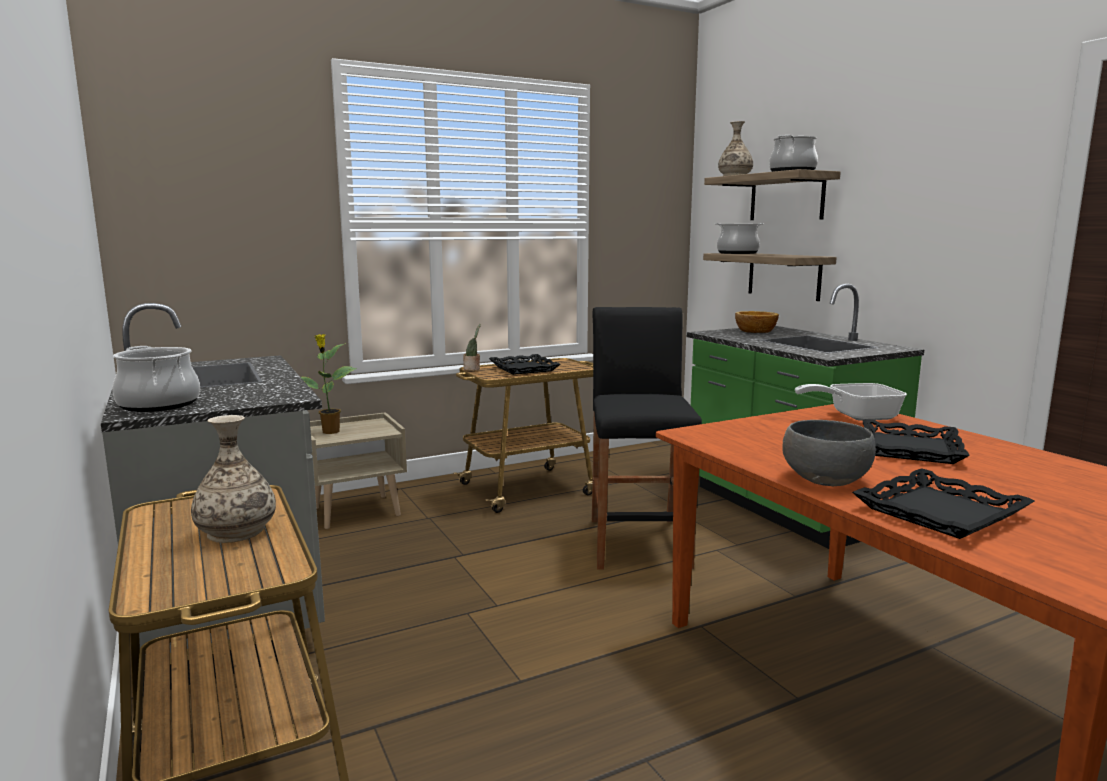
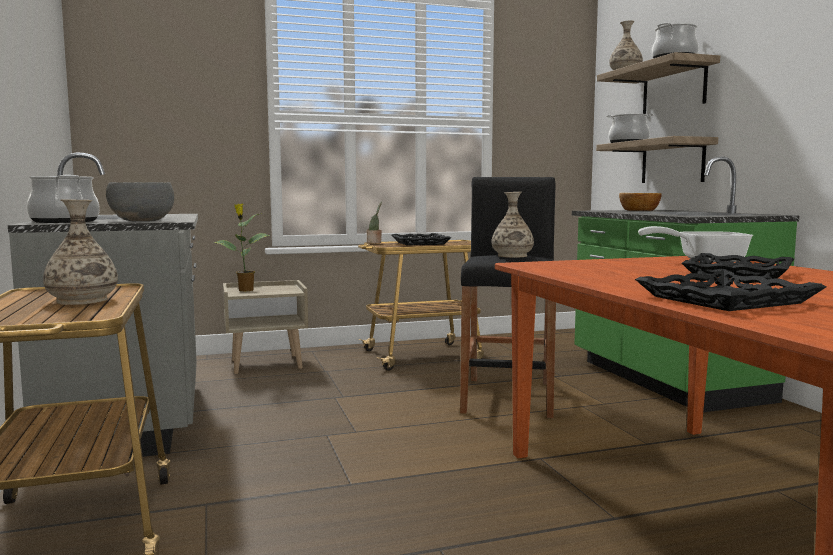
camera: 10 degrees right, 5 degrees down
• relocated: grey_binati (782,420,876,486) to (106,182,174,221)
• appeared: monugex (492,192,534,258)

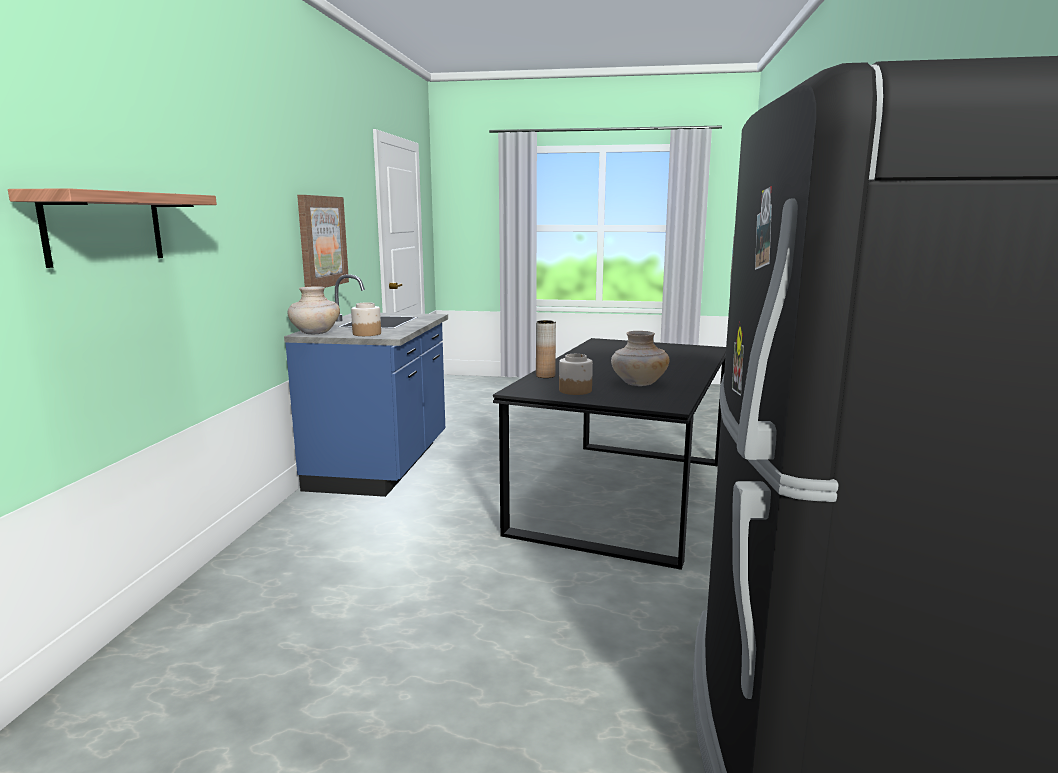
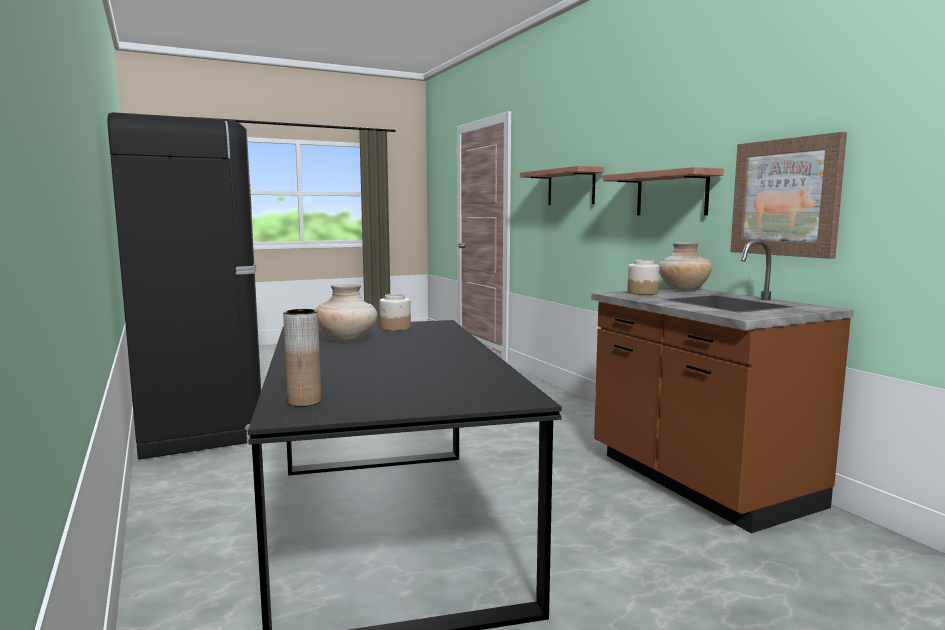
camera: 145 degrees right, 5 degrees down
• colour: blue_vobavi (284,274,448,497) to brown_vobavi (591,240,854,533)
• relocated: brown_monugex (536,320,556,378) to (283,309,321,407)
• appeared: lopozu (603,167,724,215)

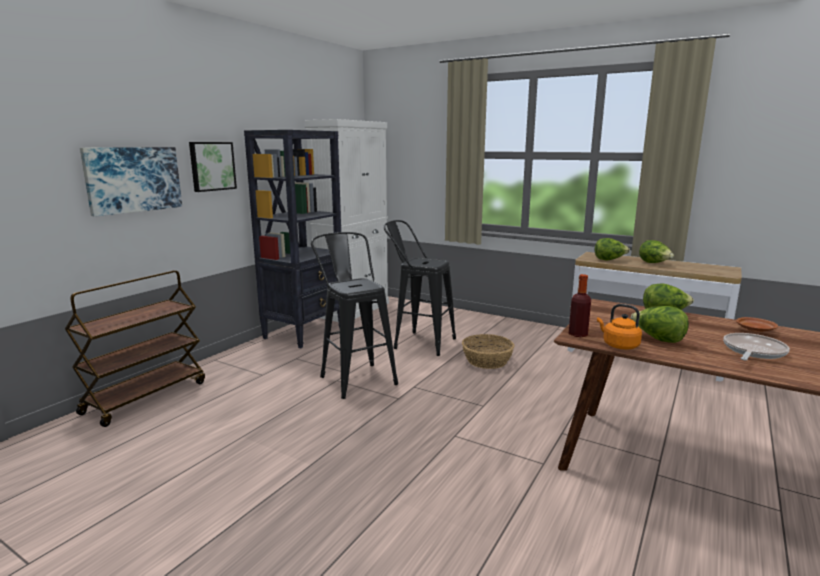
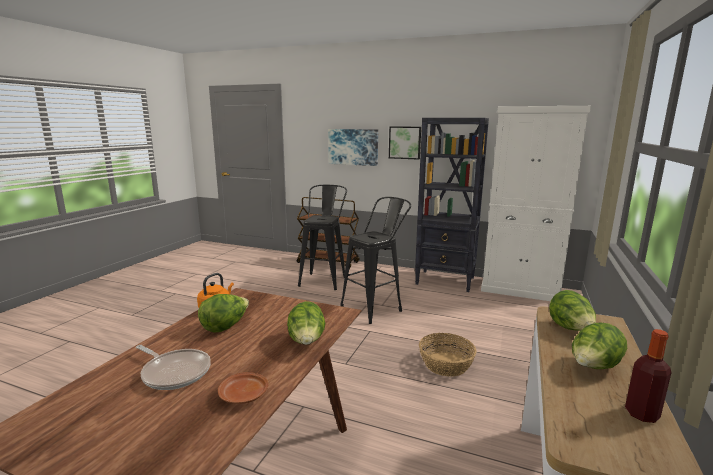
camera: 80 degrees right, 0 degrees up
• relocated: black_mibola (383,220,456,356) to (298,185,347,290)
• relocated: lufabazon (569,274,591,337) to (625,329,672,423)

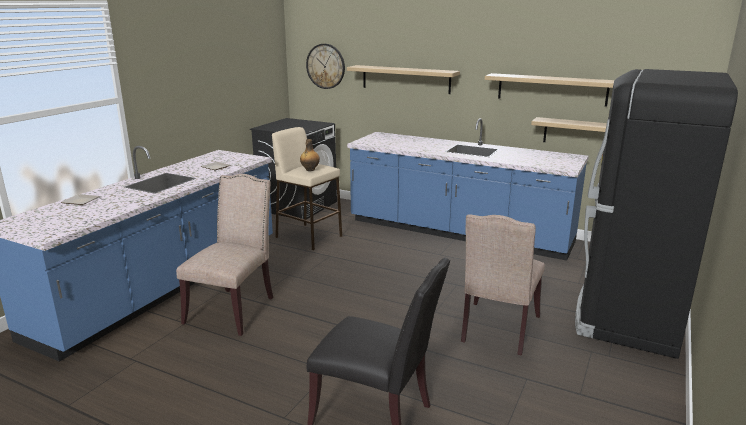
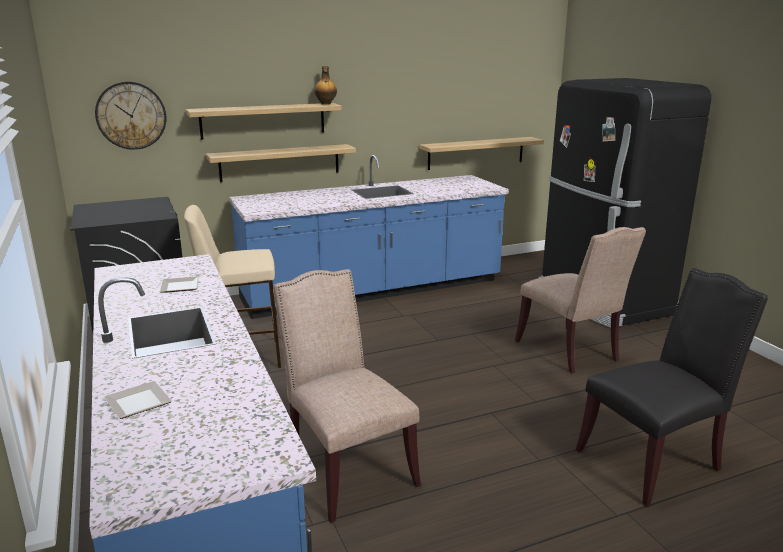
camera: 50 degrees left, 0 degrees up
• relocated: lufabazon (300,139,320,171) to (314,66,337,105)
• relocated: lopozu (485,73,615,107) to (206,144,356,182)

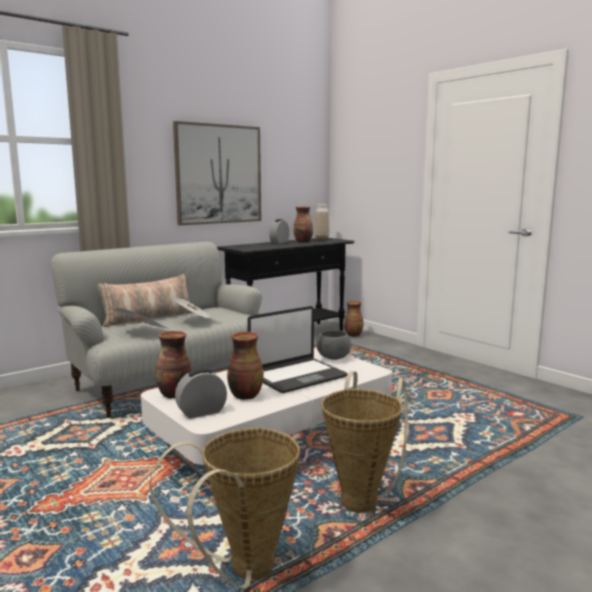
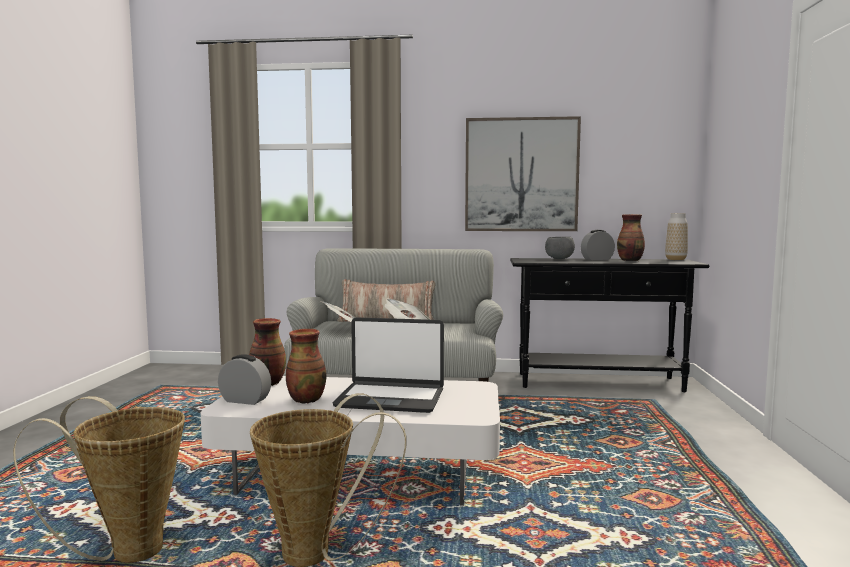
camera: 45 degrees right, 5 degrees down
• relocated: grey_binati (316,330,351,360) to (545,237,575,259)
• missing: monugex (344,301,364,337)

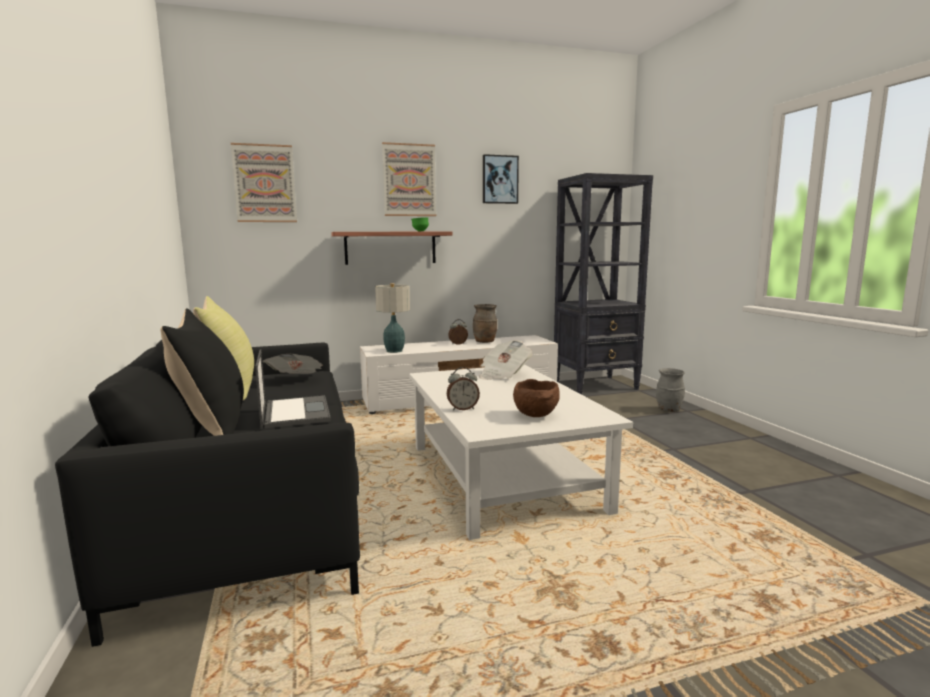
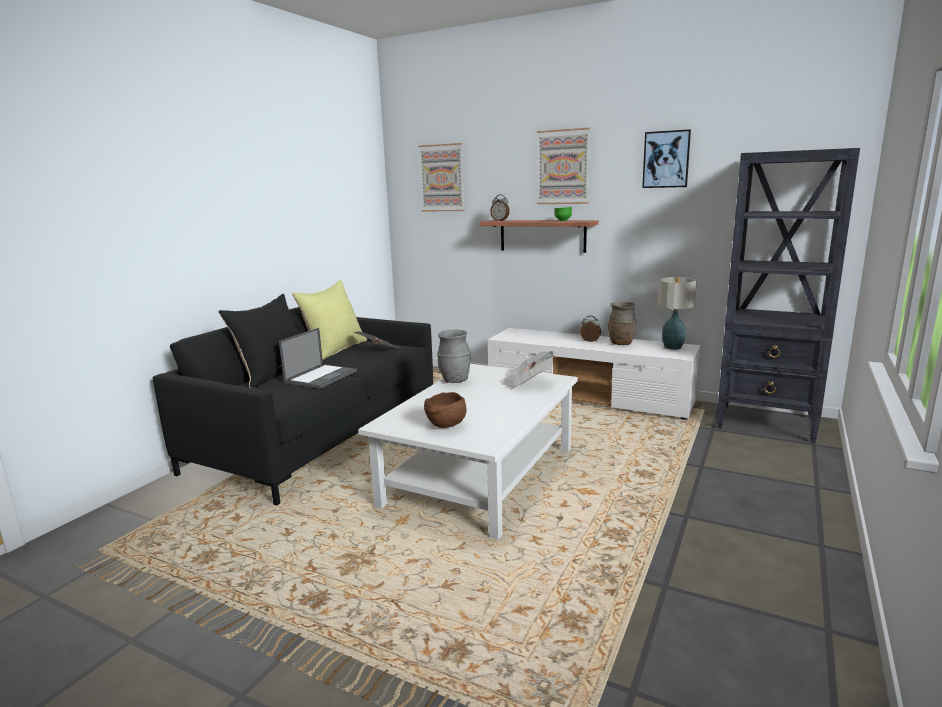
camera: 45 degrees right, 5 degrees up
• relocated: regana (375,283,410,353) to (657,277,697,350)
• relocated: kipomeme (447,367,480,410) to (490,195,510,221)
• relocated: grey_monugex (656,368,685,412) to (437,329,471,383)

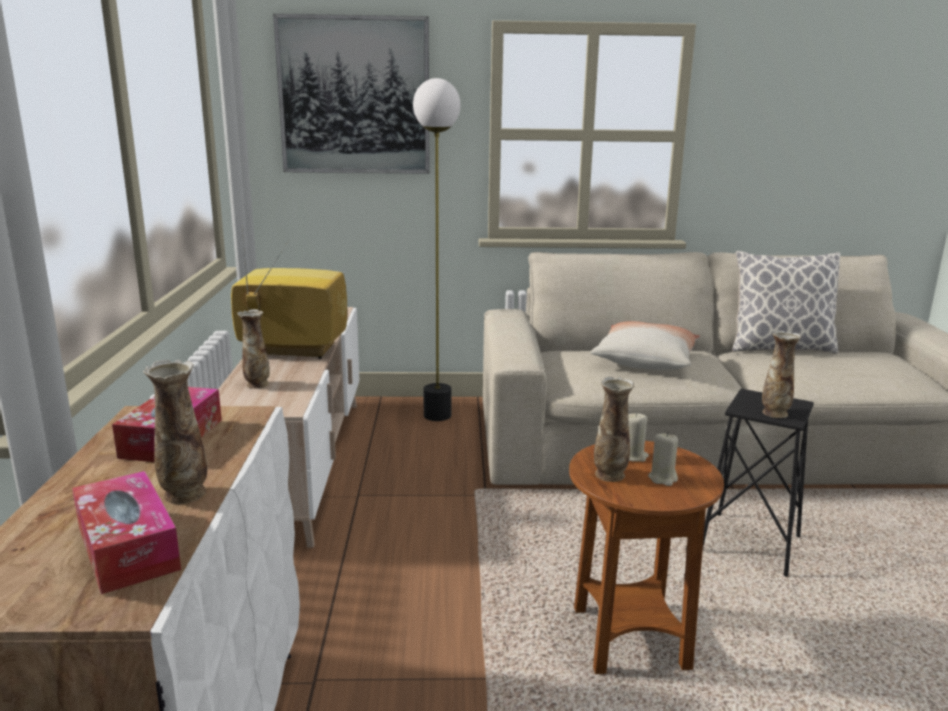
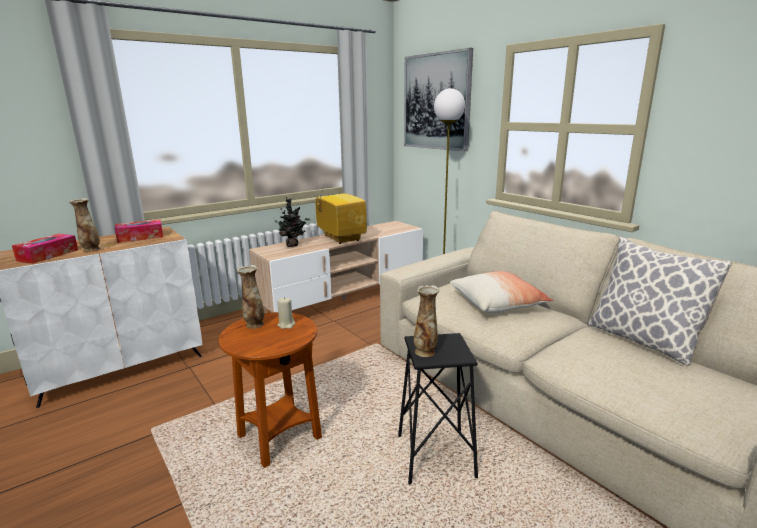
camera: 55 degrees right, 0 degrees up
• exchanged: monugex (237,309,270,389) to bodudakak (272,197,310,247)
• missing: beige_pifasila (648,432,678,486)

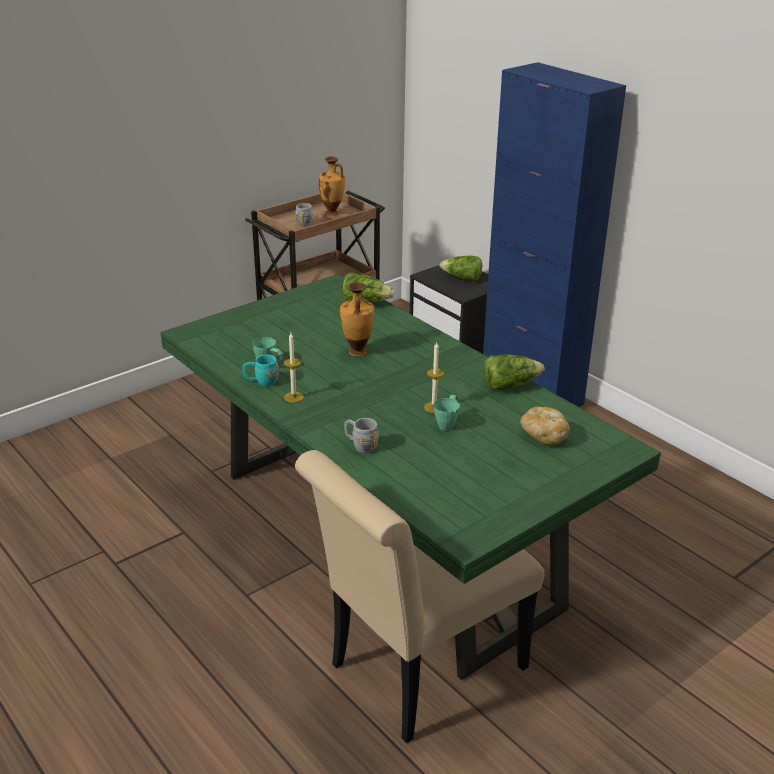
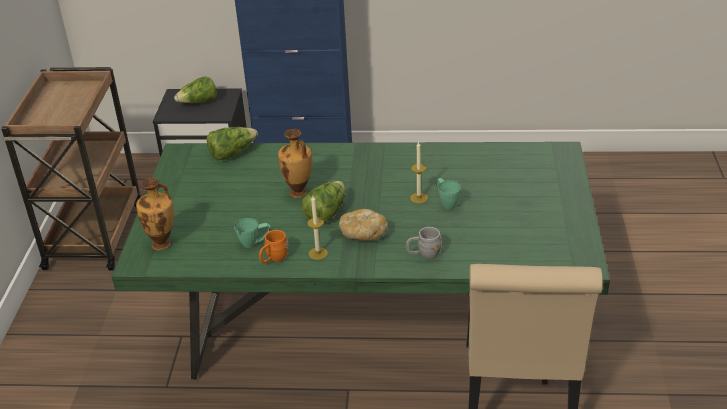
camera: 45 degrees left, 5 degrees up
• colour: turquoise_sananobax (242,355,279,387) to orange_sananobax (259,230,288,264)
• missing: grey_sananobax (295,203,313,227)
• relocated: monugex (319,157,345,216) to (136,178,174,250)
• relocated: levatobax (484,355,544,390) to (301,181,345,223)
• relocated: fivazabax (520,407,570,445) to (339,209,387,241)

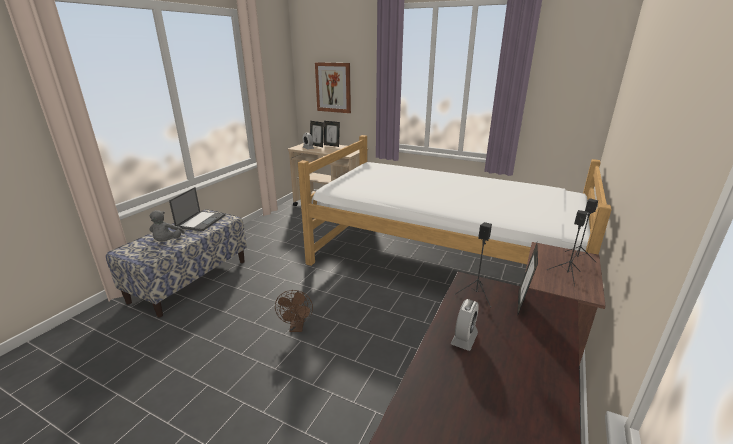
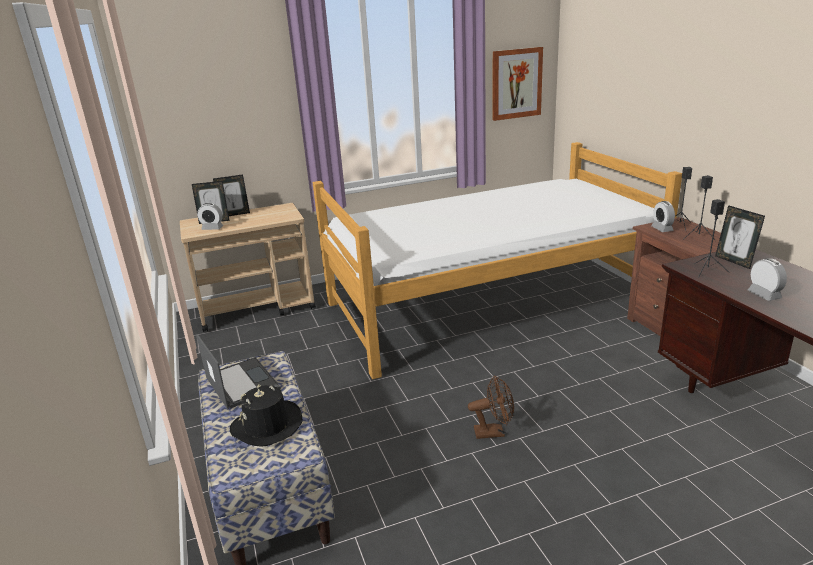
camera: 45 degrees left, 0 degrees up
• exchanged: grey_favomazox (149,210,185,242) to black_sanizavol (230,385,303,447)
• spun: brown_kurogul (275,290,313,332) = (468,375,514,439) 45 degrees counterclockwise
• relocated: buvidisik (315,62,351,113) to (493,47,543,121)
• appeared: kipomeme (651,201,675,232)

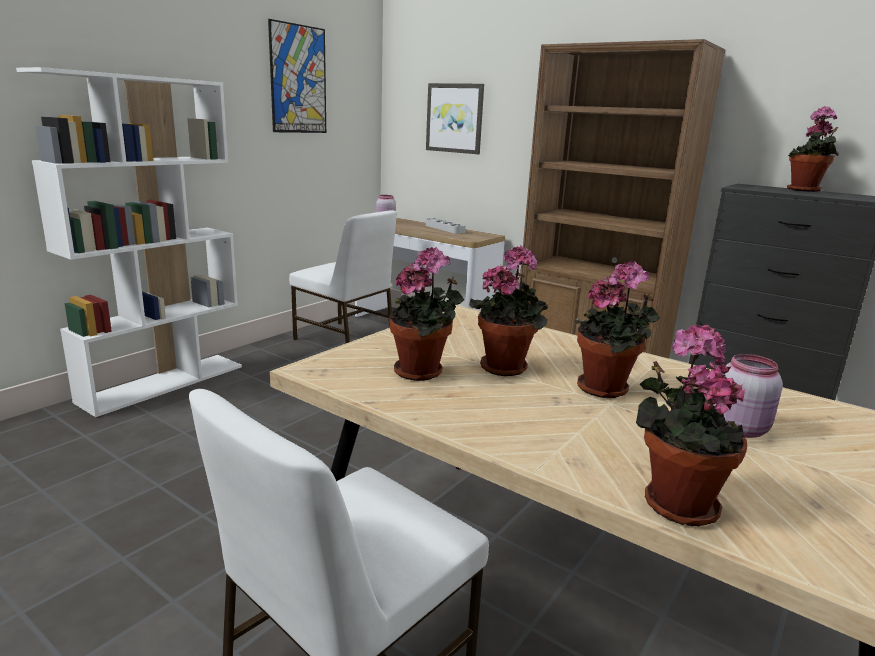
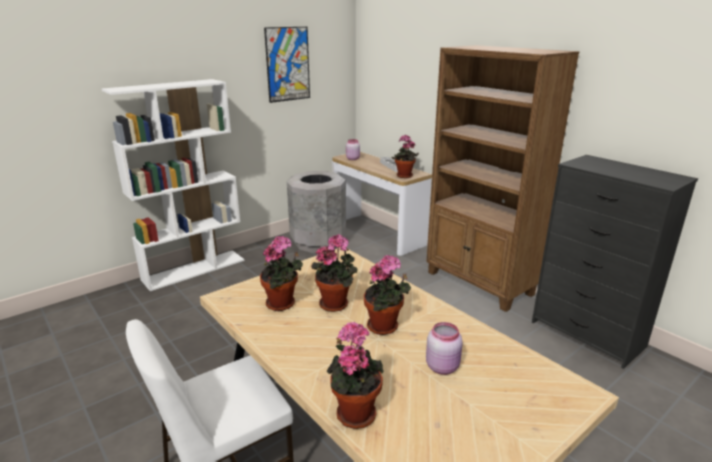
camera: 15 degrees right, 5 degrees up
• exchanged: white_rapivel (289,210,397,343) to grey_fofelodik (287,171,346,253)
• missing: buvidisik (426,83,484,154)
• relocated: bodudakak (787,106,840,192) to (392,135,419,178)

